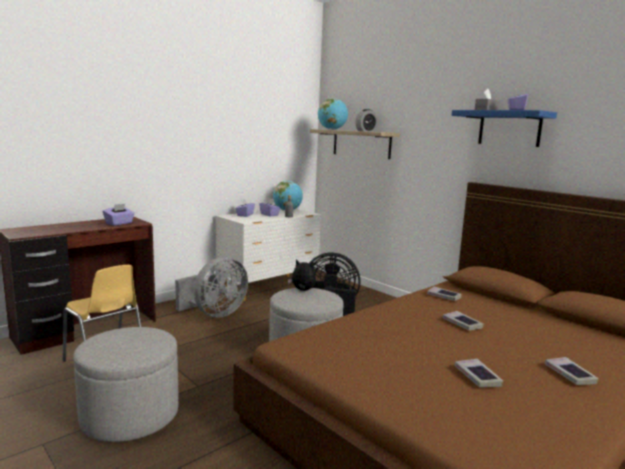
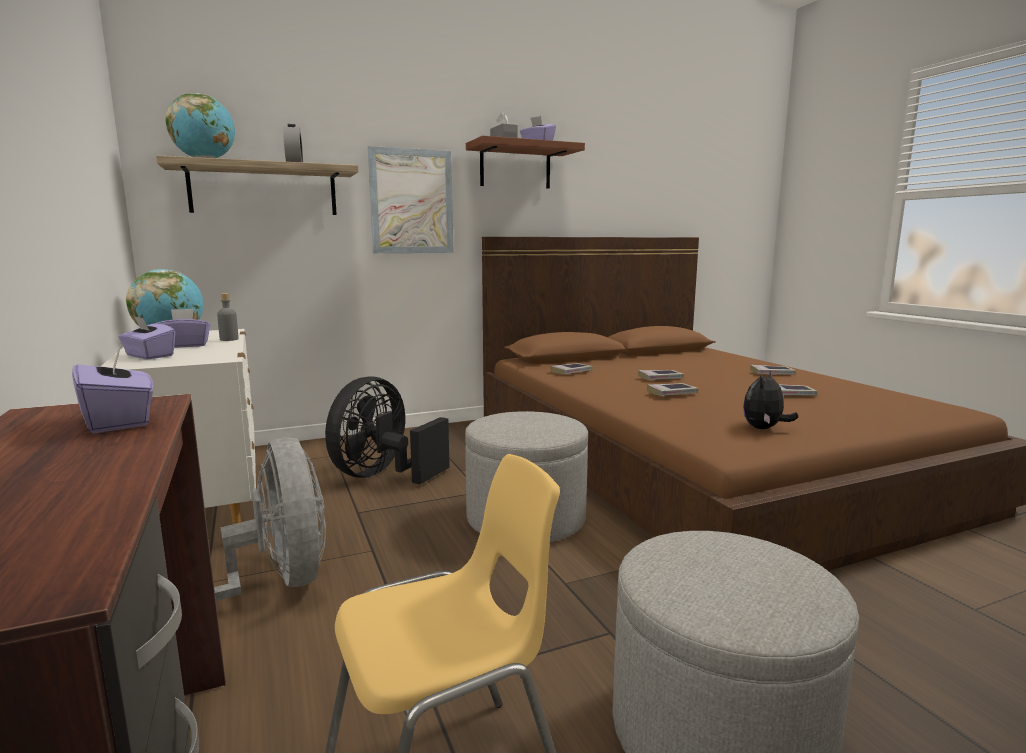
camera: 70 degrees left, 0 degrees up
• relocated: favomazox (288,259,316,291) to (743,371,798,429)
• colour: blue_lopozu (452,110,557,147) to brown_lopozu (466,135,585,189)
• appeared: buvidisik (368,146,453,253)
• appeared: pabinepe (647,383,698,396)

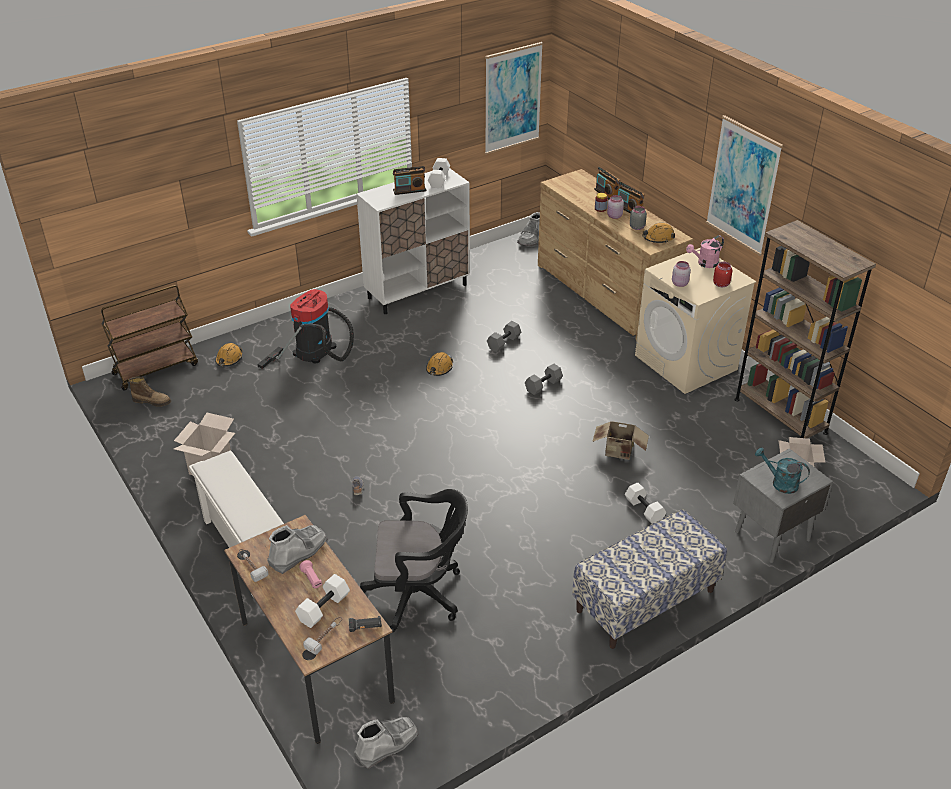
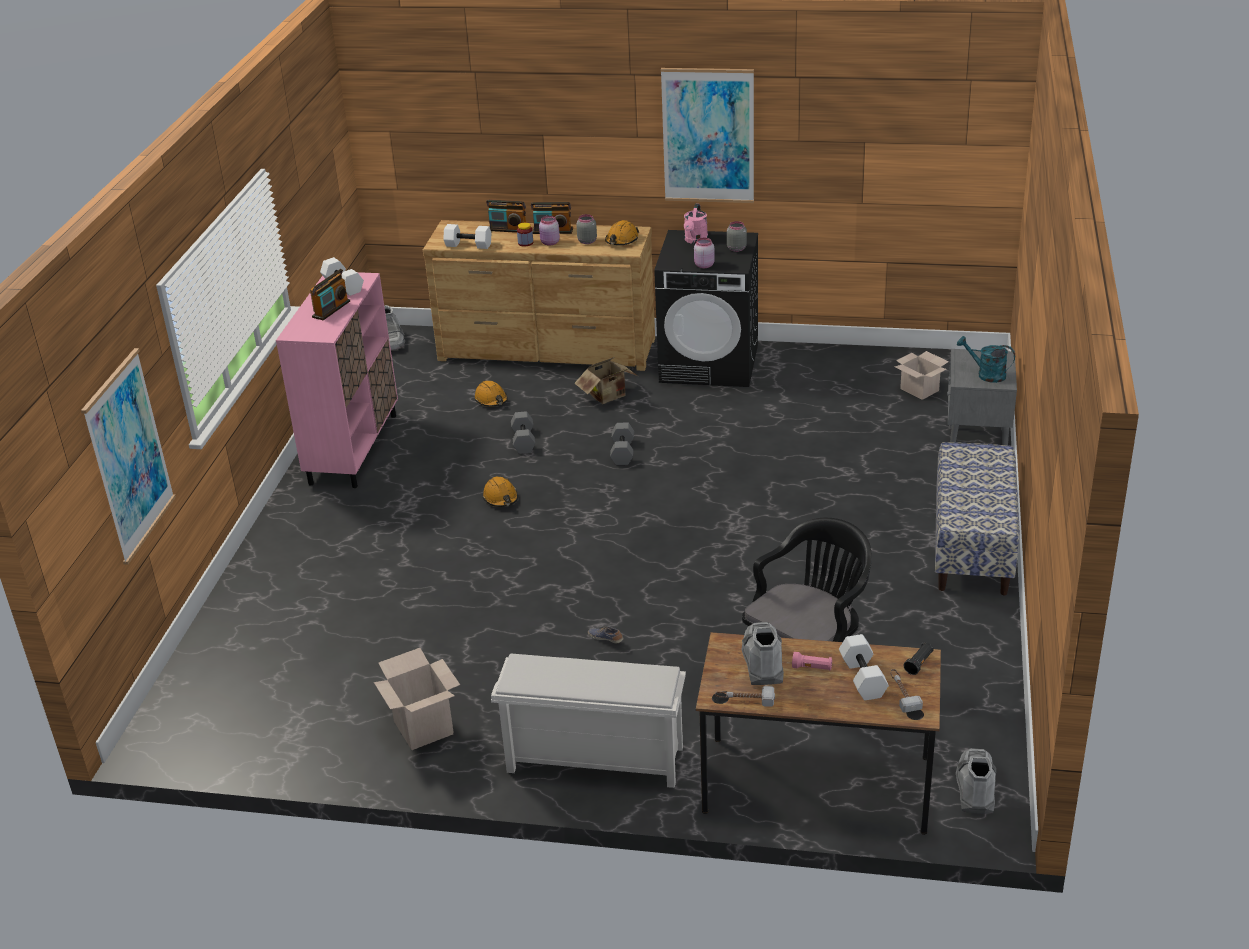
camera: 45 degrees left, 5 degrees down
• missing: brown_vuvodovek (101,285,198,390)
• missing: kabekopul (129,377,171,407)
• relocated: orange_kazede (215,343,243,366) to (475,381,508,407)
• missing: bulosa (258,289,354,369)
• colour: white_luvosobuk (356,168,470,314) to pink_luvosobuk (276,272,398,488)
• relocated: buvidisik (485,42,543,155) to (81,348,176,565)
• relocated: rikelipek (592,421,649,460) to (574,357,638,404)
• relocated: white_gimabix (625,483,666,524) to (443,224,491,249)
• colour: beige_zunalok (635,248,757,394) to black_zunalok (654,230,758,387)
• colour: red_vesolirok (713,262,732,287) to grey_vesolirok (727,221,747,252)
• missing: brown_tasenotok (734,220,876,438)
• spun: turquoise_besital (755,447,810,494) = (957,336,1015,383) 45 degrees clockwise

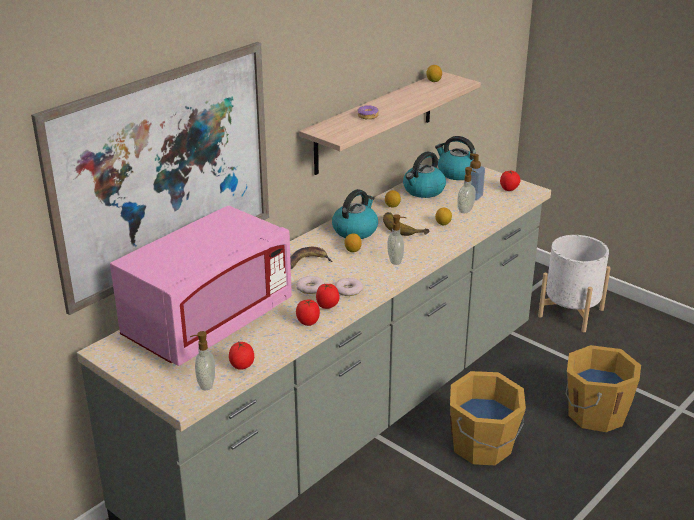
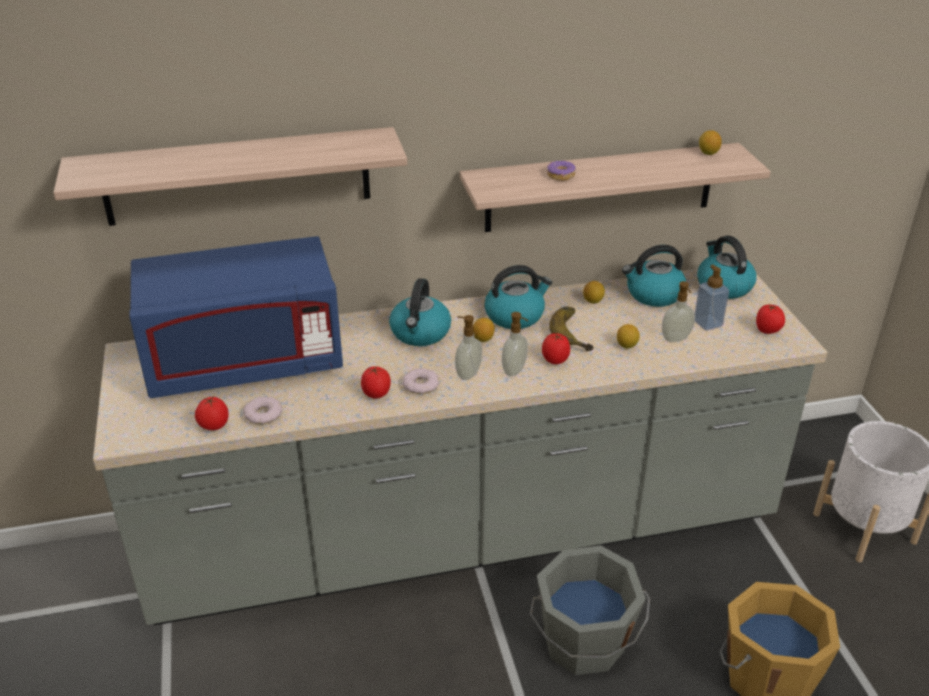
camera: 35 degrees right, 5 degrees up
• exchanged: buvidisik (31,42,269,315) to lopozu (53,127,407,226)
• colour: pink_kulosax (110,206,292,366) to blue_kulosax (129,236,343,398)
• relocated: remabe (190,331,215,390) to (455,315,482,380)
• exchanged: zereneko (290,247,333,269) to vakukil (389,278,451,346)
• relocated: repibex (296,276,325,294) to (243,397,283,424)
• relocated: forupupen (296,299,320,326) to (542,333,570,364)
• colour: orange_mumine (450,371,526,465) to grey_mumine (530,545,650,675)

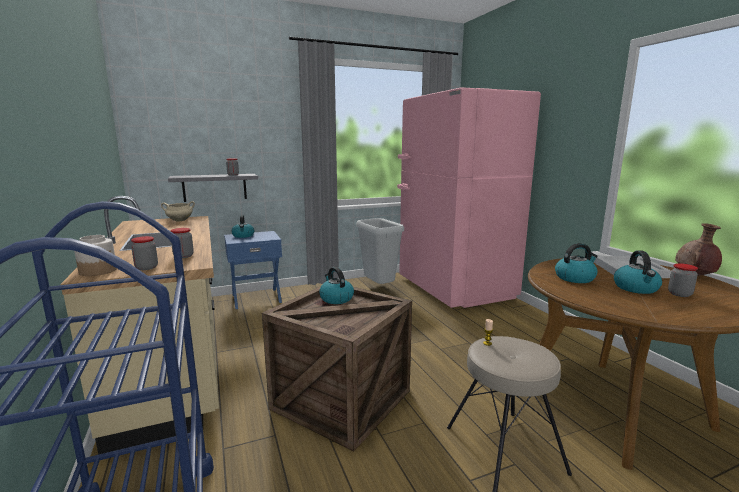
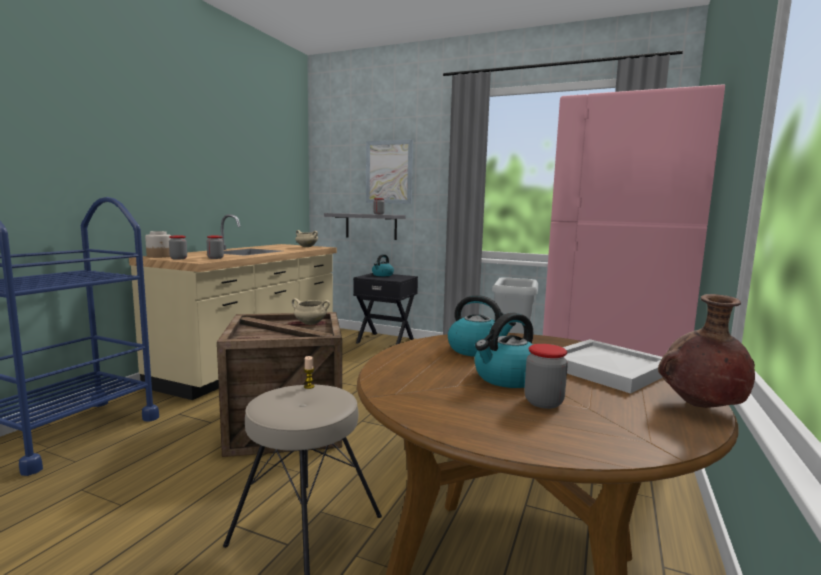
camera: 45 degrees right, 5 degrees down
• colour: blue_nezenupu (224,231,282,309) to black_nezenupu (353,273,418,345)
• exchanged: vakukil (319,267,354,304) to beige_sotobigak (292,298,330,325)
• appeared: buvidisik (366,140,413,204)

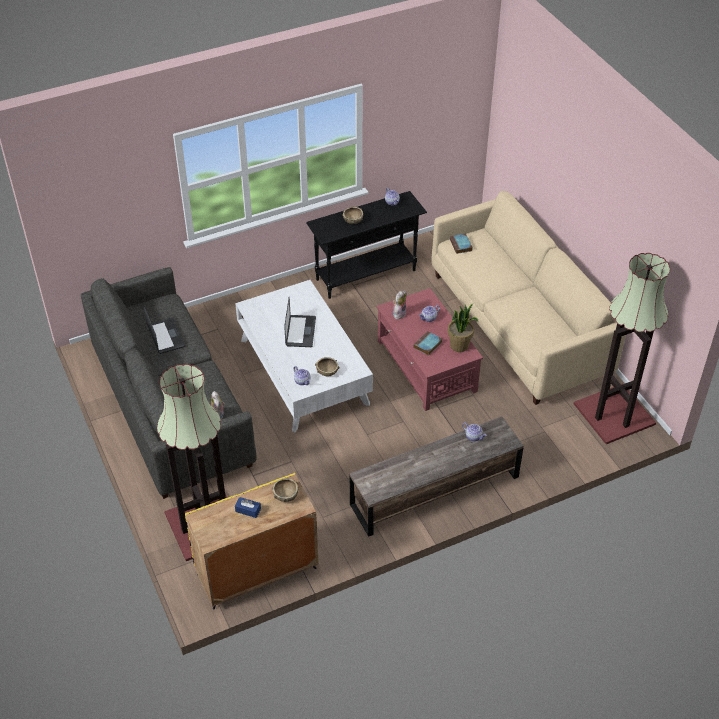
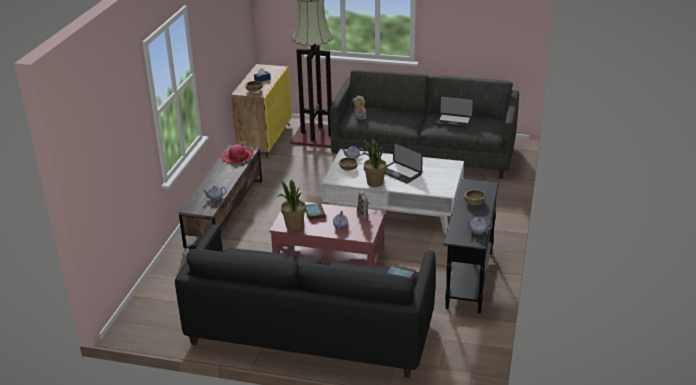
camera: 130 degrees right, 15 degrees down
• colour: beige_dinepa (431,191,626,405) to black_dinepa (175,224,436,378)
• missing: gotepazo (574,253,670,444)
• appeared: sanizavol (221,144,254,163)
• appeared: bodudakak (362,140,386,187)

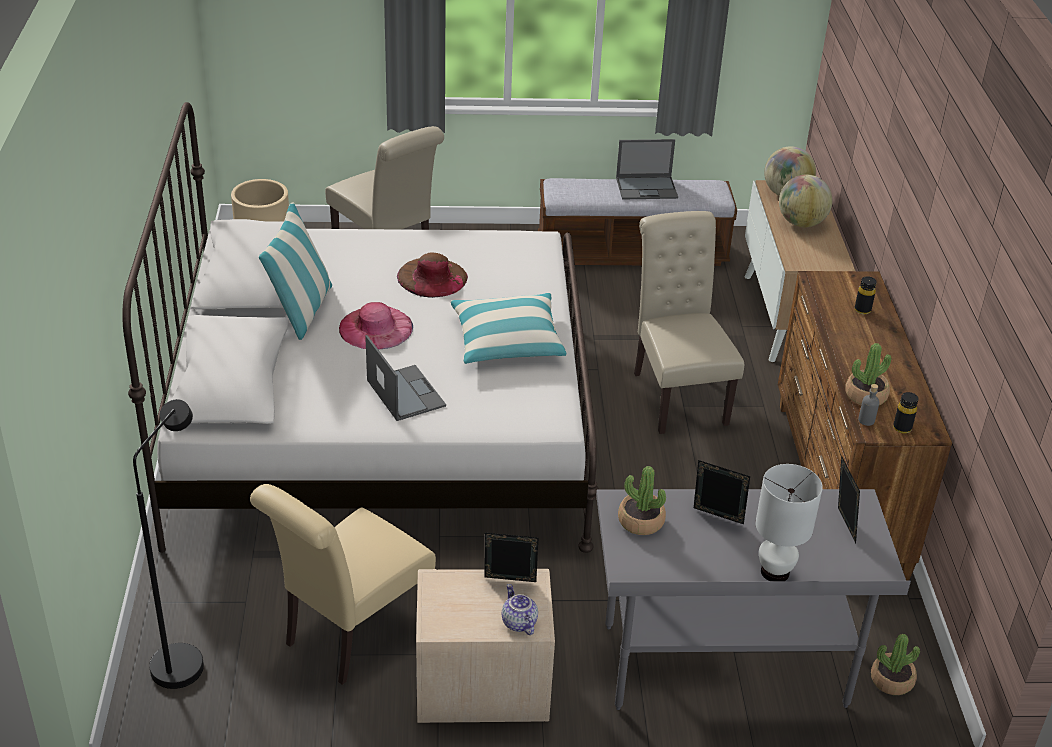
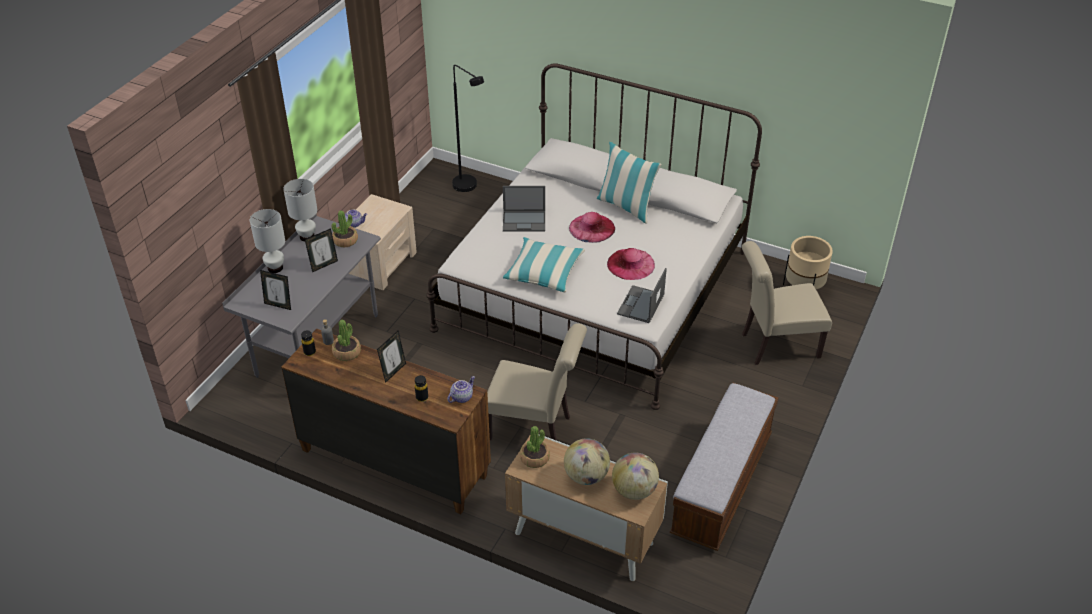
camera: 120 degrees right, 5 degrees up
• missing: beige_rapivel (250,484,436,685)
• colour: brown_sanizavol (397,252,468,298) to pink_sanizavol (607,248,655,280)
• relocated: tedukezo (484,533,538,582) to (377,331,406,383)
• relocated: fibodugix (616,139,678,200) to (617,268,667,323)
• relocated: bodudakak (871,634,920,695) to (520,426,550,468)
• appeared: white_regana (283,179,317,241)
• appeared: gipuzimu (447,376,475,403)

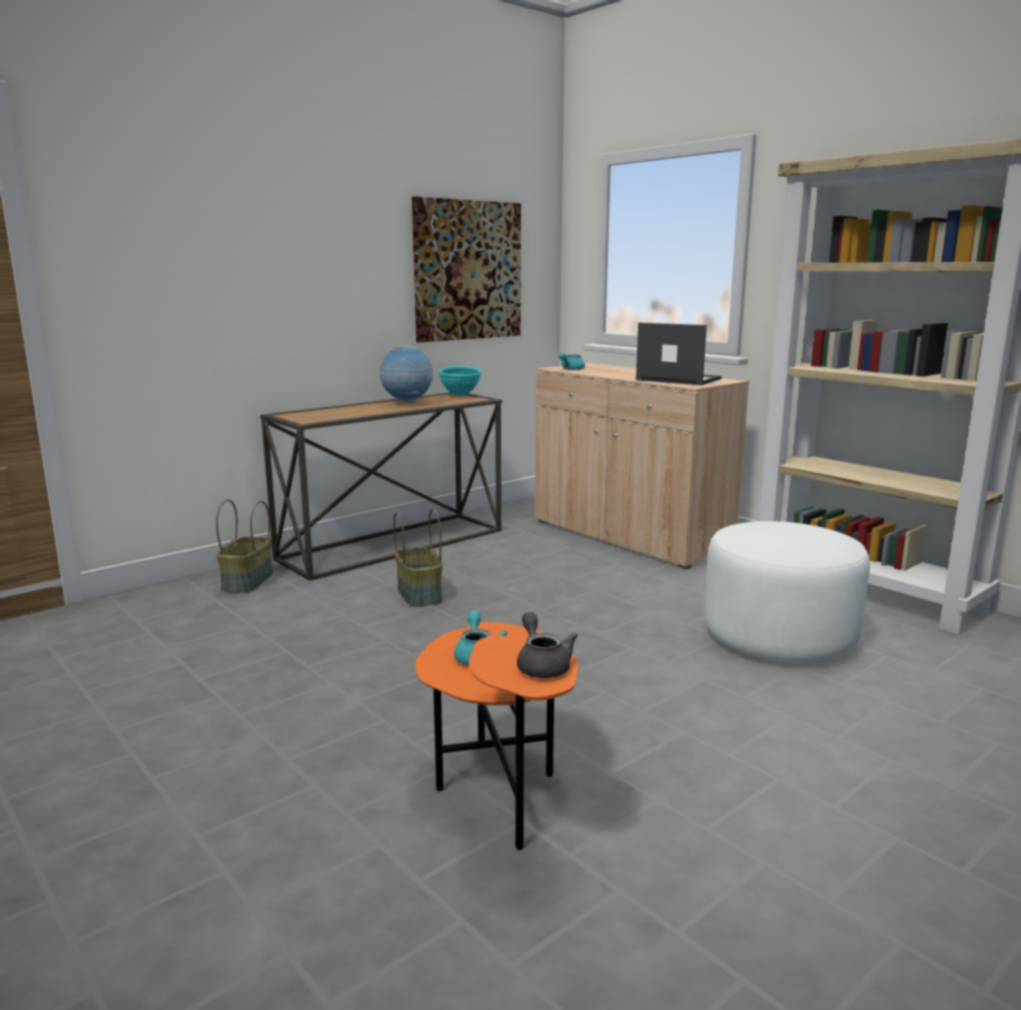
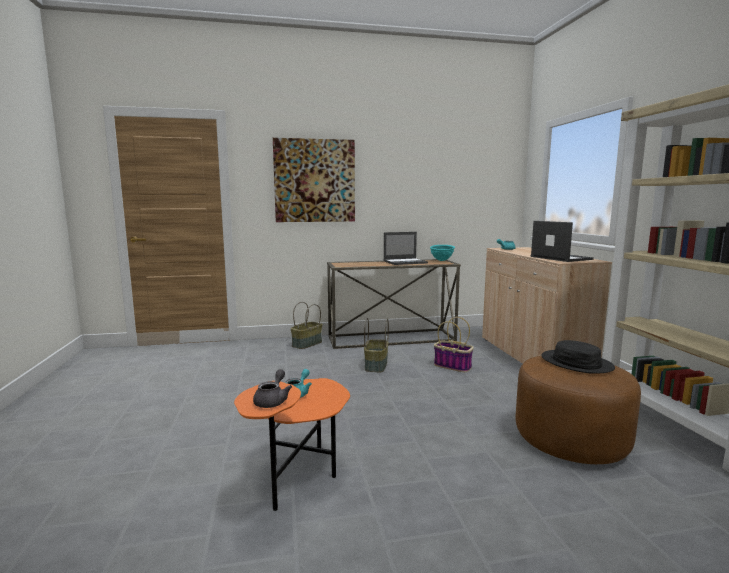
camera: 30 degrees right, 5 degrees down
• exchanged: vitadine (380,345,433,403) to fibodugix (383,232,428,265)
• relocated: buvidisik (412,196,521,342) to (273,138,355,222)
• colour: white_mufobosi (704,521,870,662) to brown_mufobosi (516,356,641,464)
• appeared: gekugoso (434,317,474,372)
• appeared: black_sanizavol (541,340,615,374)

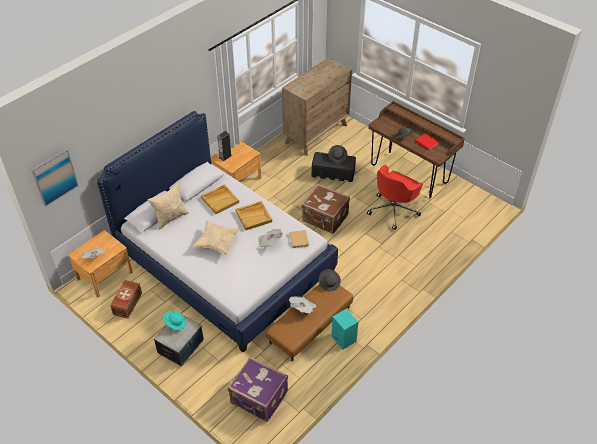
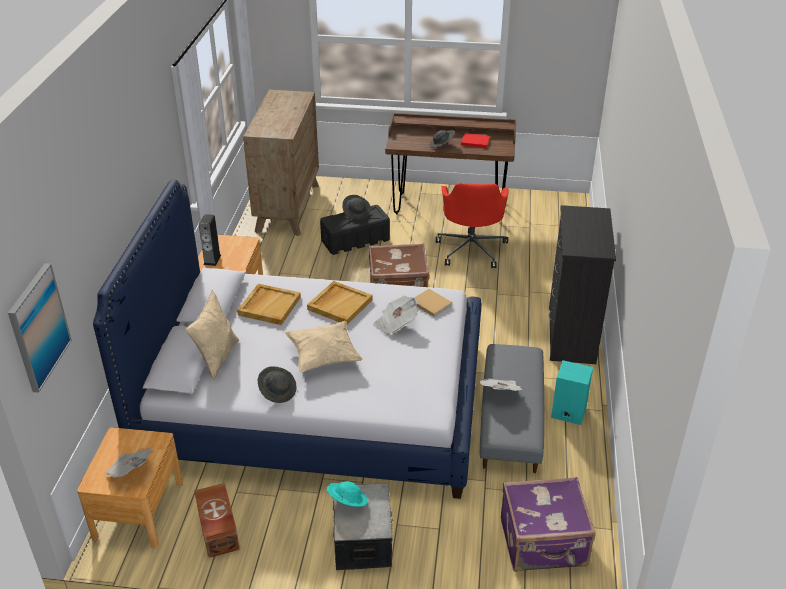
camera: 35 degrees left, 10 degrees down
• colour: brown_mufobosi (266,285,353,361) to grey_mufobosi (480,344,544,473)
• relocated: grey_sanizavol (319,269,341,291) to (258,366,297,403)
• appeared: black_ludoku (549,205,616,364)

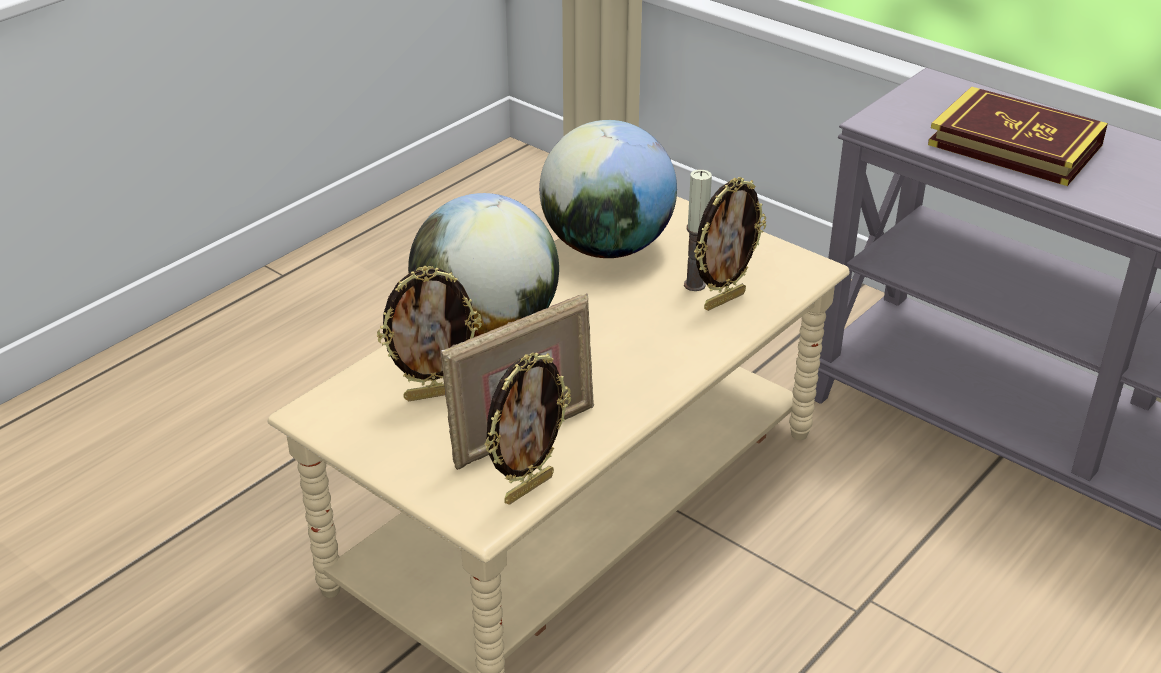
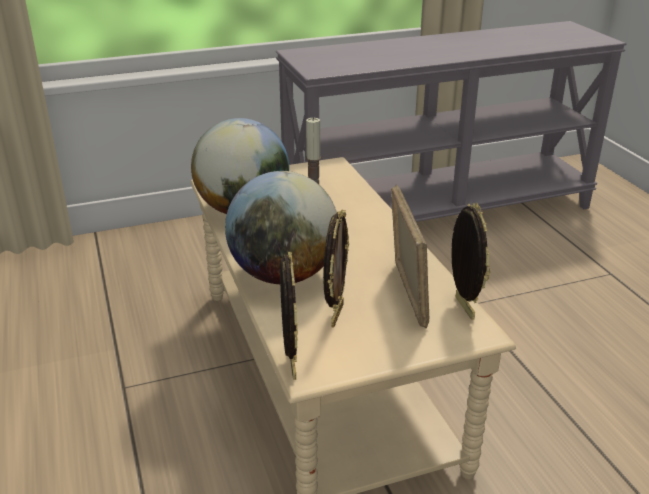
camera: 60 degrees left, 5 degrees down
• relocated: tedukezo (694,177,766,311) to (280,252,298,380)
• missing: pabinepe (928,86,1108,186)

